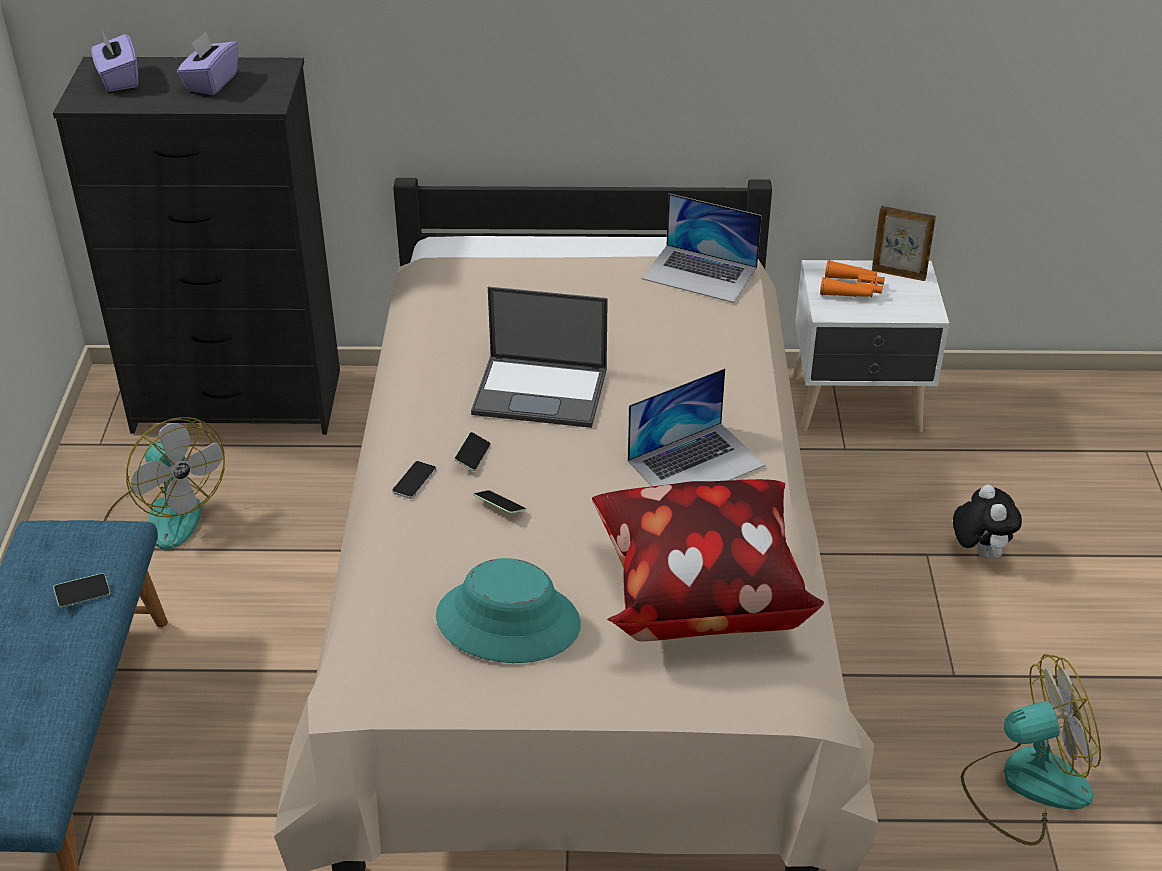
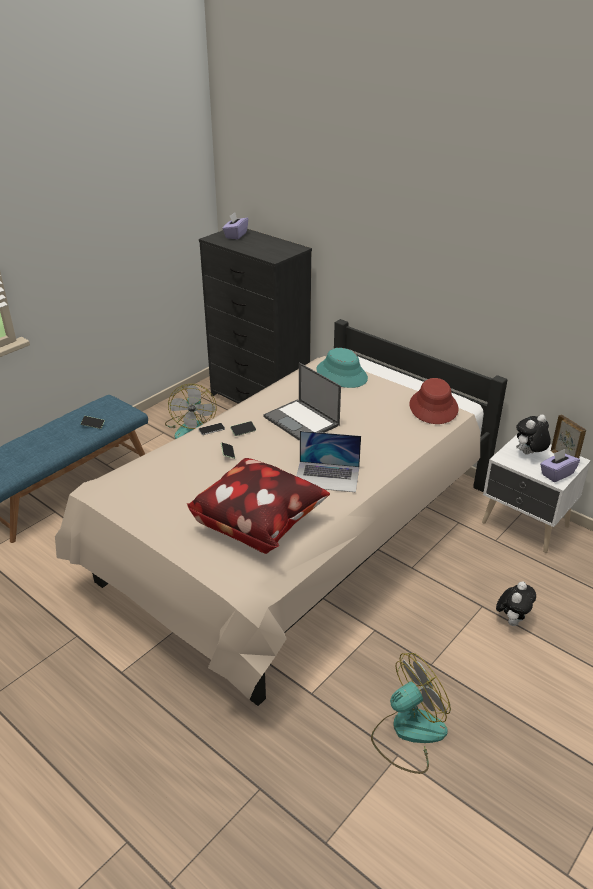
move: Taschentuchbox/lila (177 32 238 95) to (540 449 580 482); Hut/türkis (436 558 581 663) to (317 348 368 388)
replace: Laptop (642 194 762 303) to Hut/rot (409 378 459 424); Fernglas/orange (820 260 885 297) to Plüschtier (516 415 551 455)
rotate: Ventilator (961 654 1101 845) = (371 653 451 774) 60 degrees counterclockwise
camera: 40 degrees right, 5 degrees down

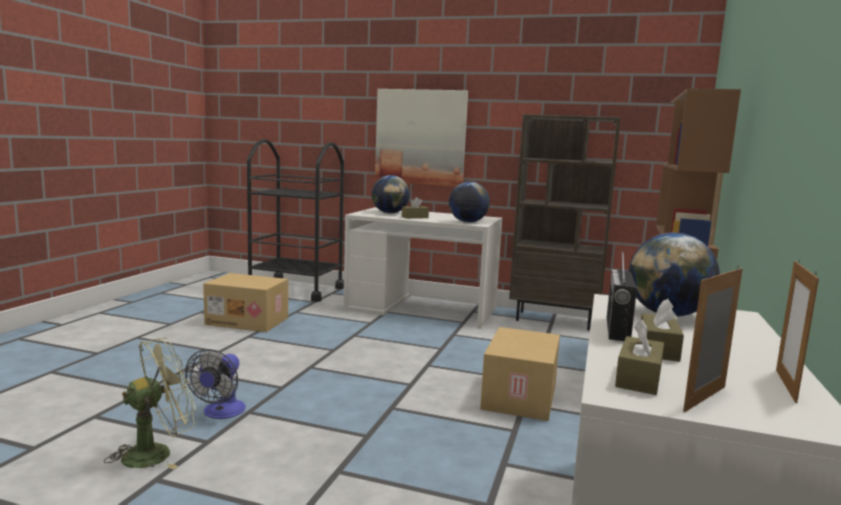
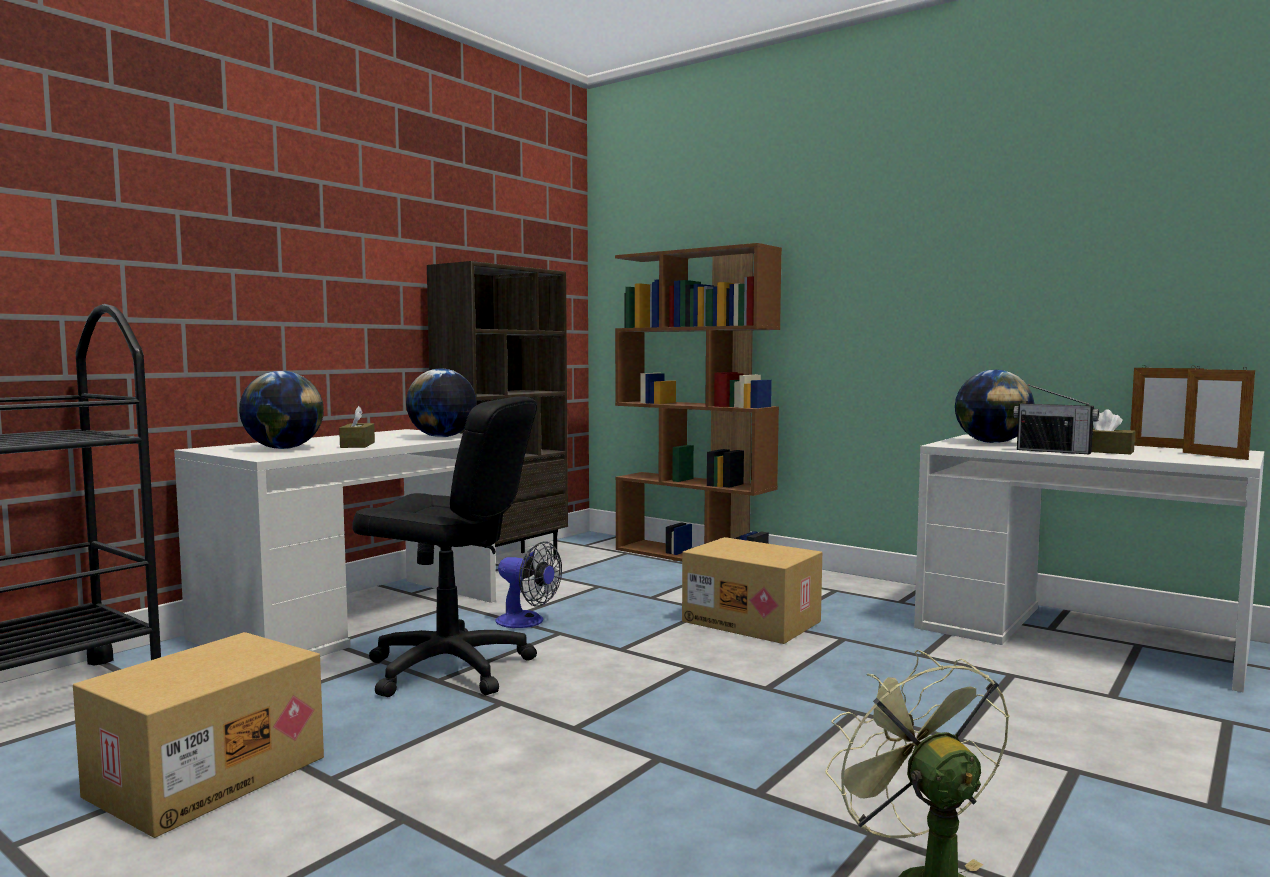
delete: Bild (375 89 468 187); Taschentuchbox/braun (615 320 664 395)
insert: Bürostuhl/schwarz (353 397 537 697)
move: Ventilator (185 349 246 419) to (495 541 562 628)
camera: 70 degrees left, 5 degrees down

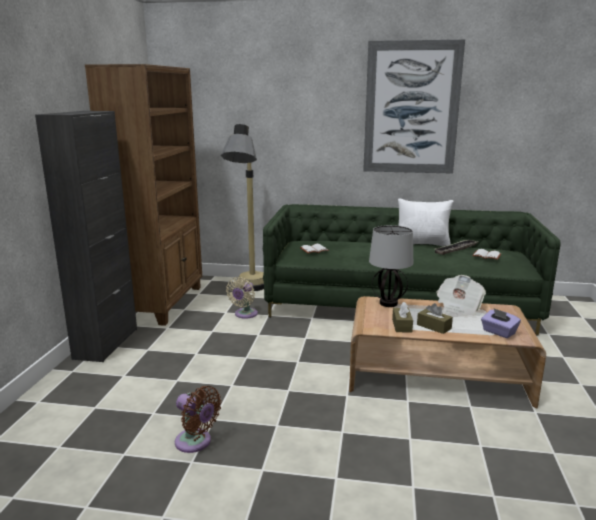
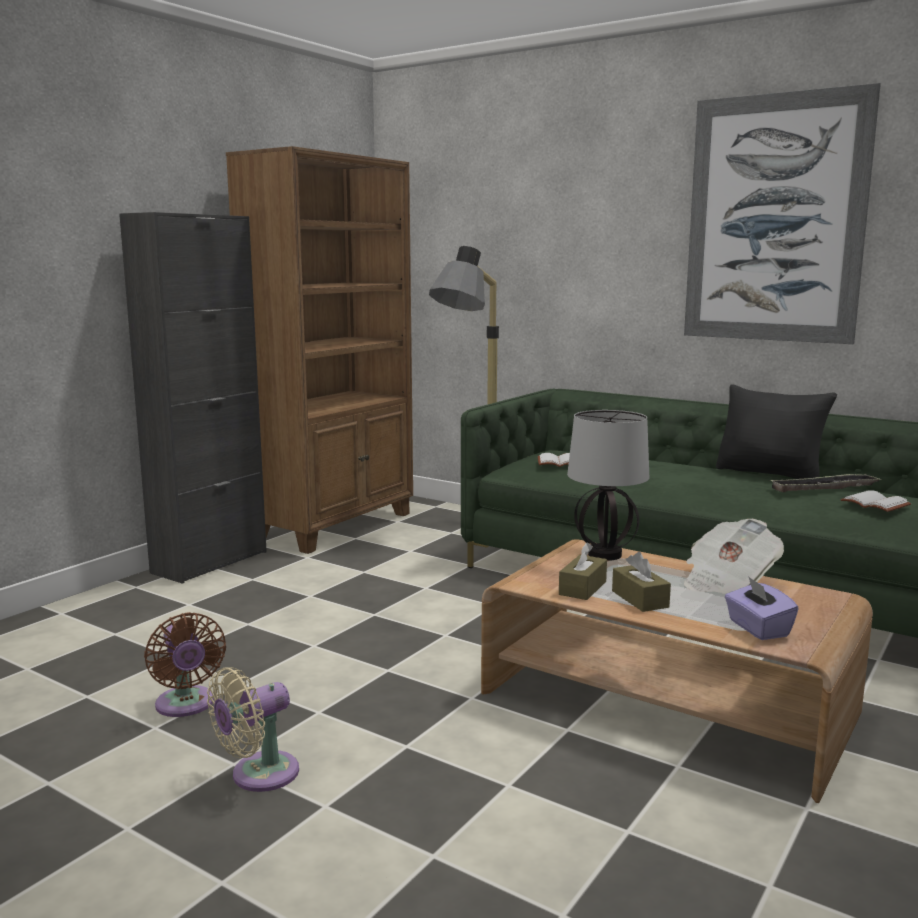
move: Ventilator/beige (226 277 258 319) to (207 667 299 792)
recolor: Kissen/weiß (398 198 453 247) to Kissen/schwarz (716 384 837 479)
camera: 25 degrees right, 5 degrees down

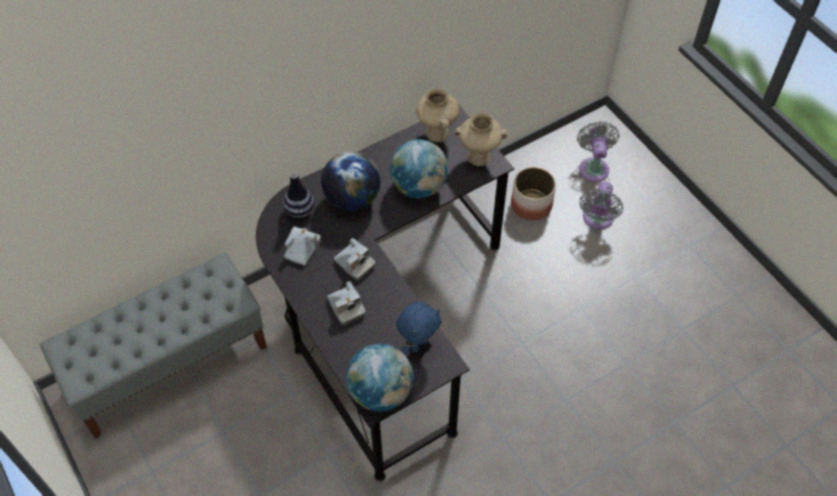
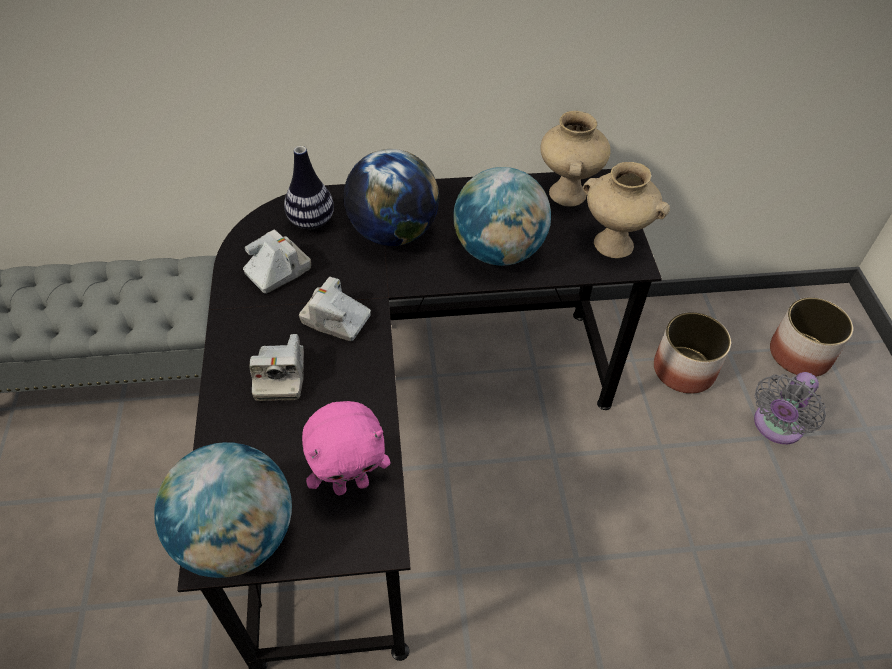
replace: Ventilator/grau (577 121 619 182) to Pflanzkübel (770 297 853 377)
recolor: Plüschtier/blau (396 301 442 354) to Plüschtier/rosa (302 401 391 495)
rotate: Kamera (334 238 376 281) = (299 277 371 341) 135 degrees clockwise
camera: 25 degrees right, 5 degrees down

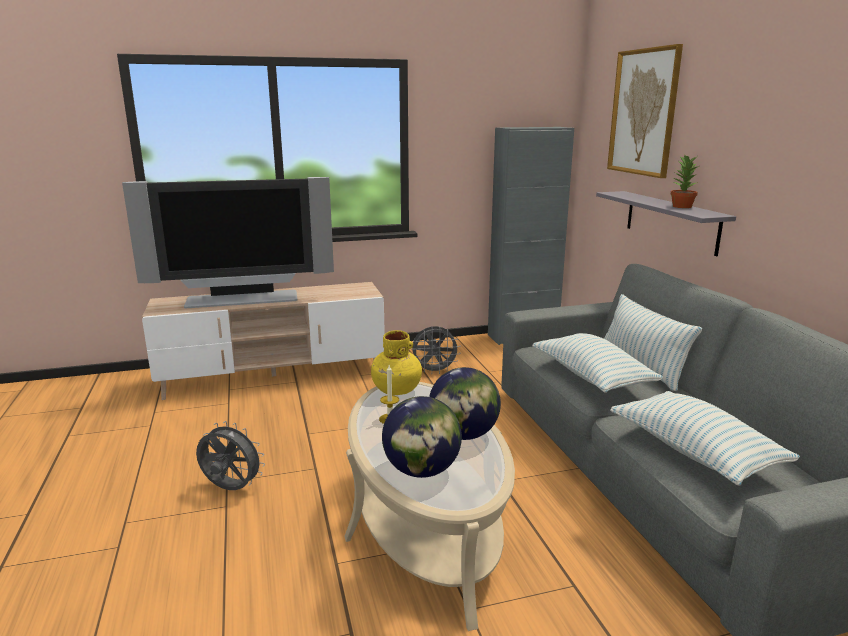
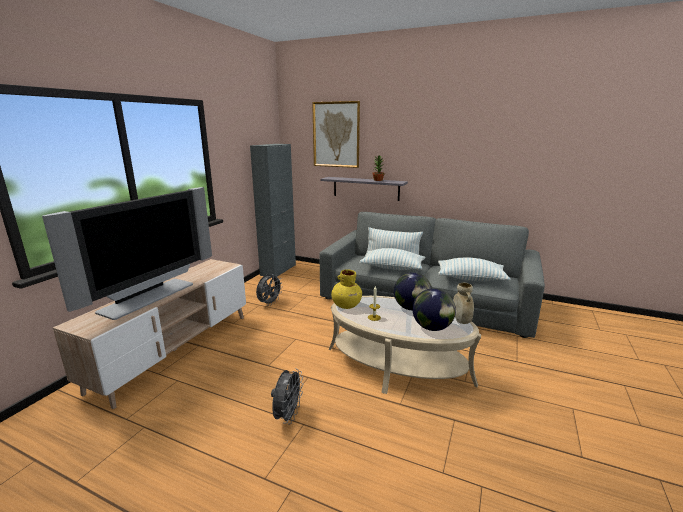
insert: Vase/beige (453 283 474 324)
rotate: Ventilator/grau (196 421 265 490) = (271 368 303 424) 135 degrees clockwise
camera: 50 degrees left, 0 degrees up

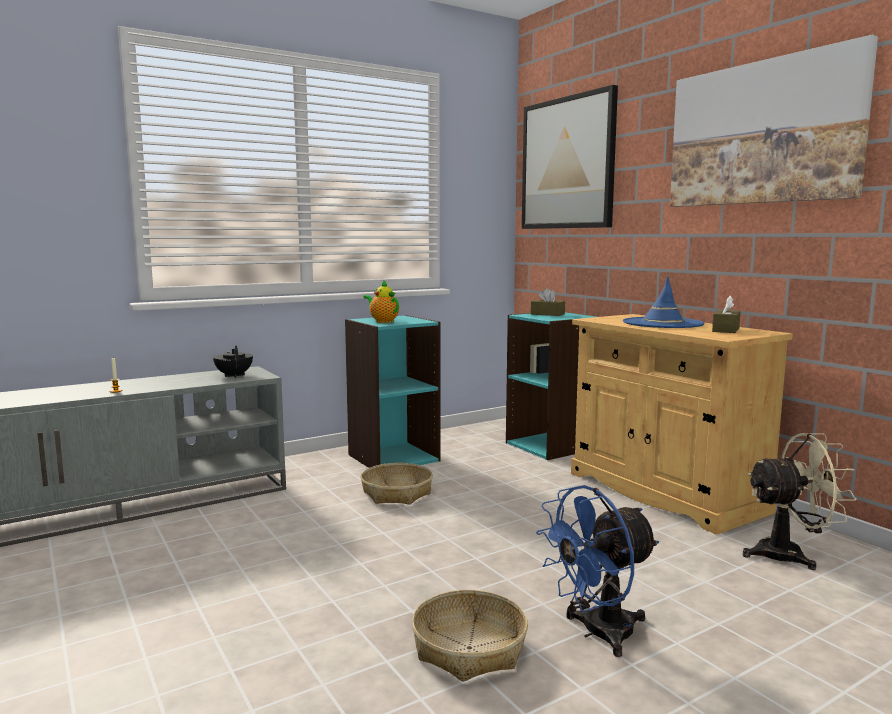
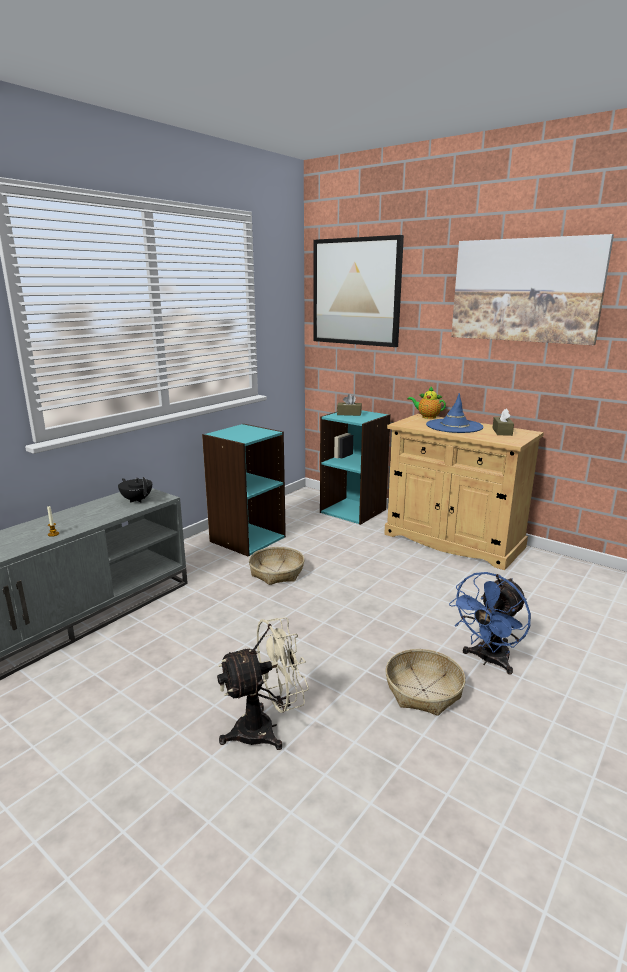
move: Teekanne (363 280 399 323) to (408 387 446 419); Ventilator/beige (743 433 857 570) to (217 617 309 750)
camera: 20 degrees left, 10 degrees up

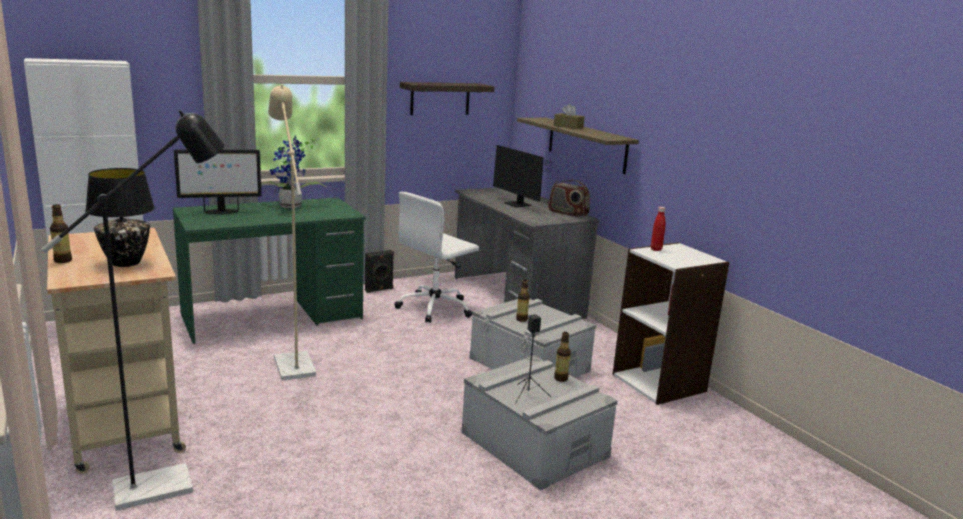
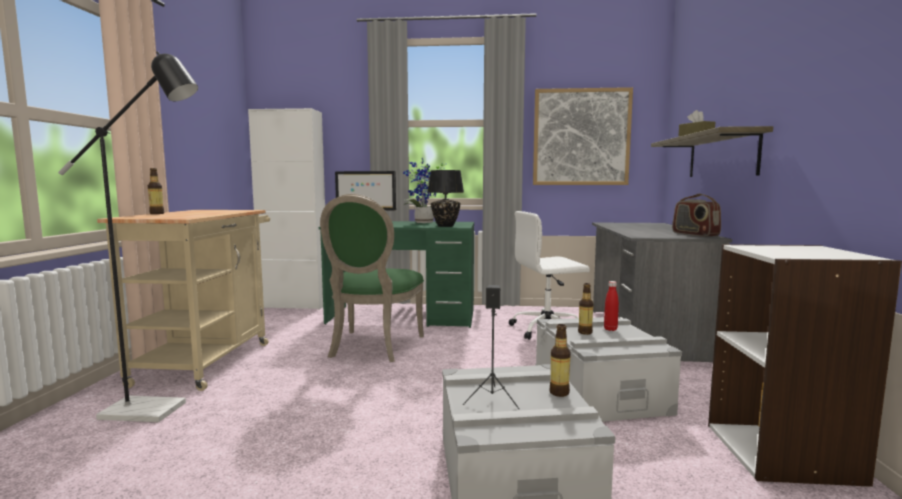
delete: Lautsprecher/schwarz (365 250 394 293); Monitor (493 145 559 208)
move: Tischlampe/schwarz (85 168 155 267) to (427 170 464 227); Flasche/rot (651 207 666 251) to (604 281 619 331)
replace: Stehlampe/beige (268 84 316 381) to Stuhl/grün (320 194 424 362); Wandregal (400 82 494 115) to Bild (533 87 633 185)
camera: 35 degrees right, 10 degrees down

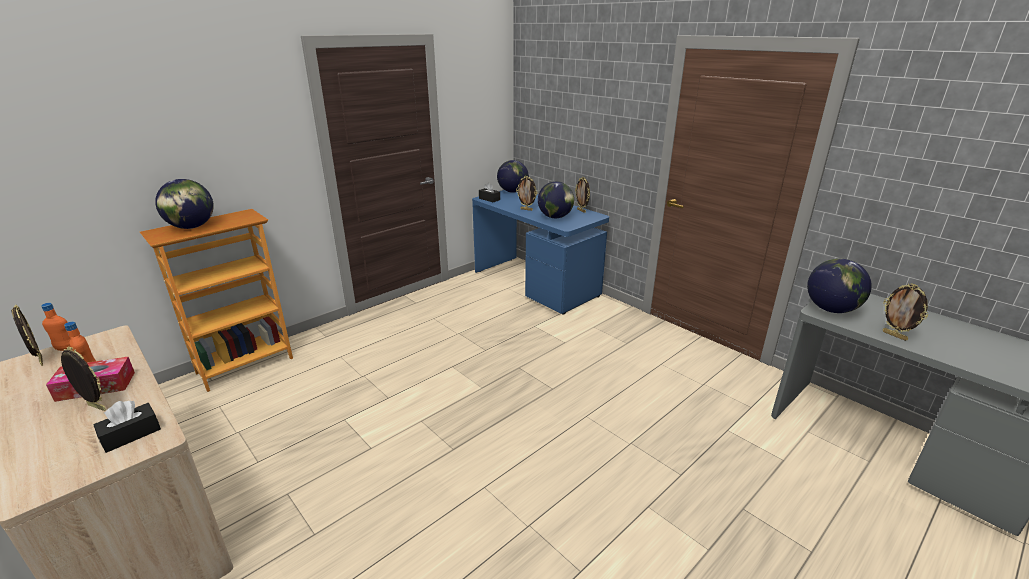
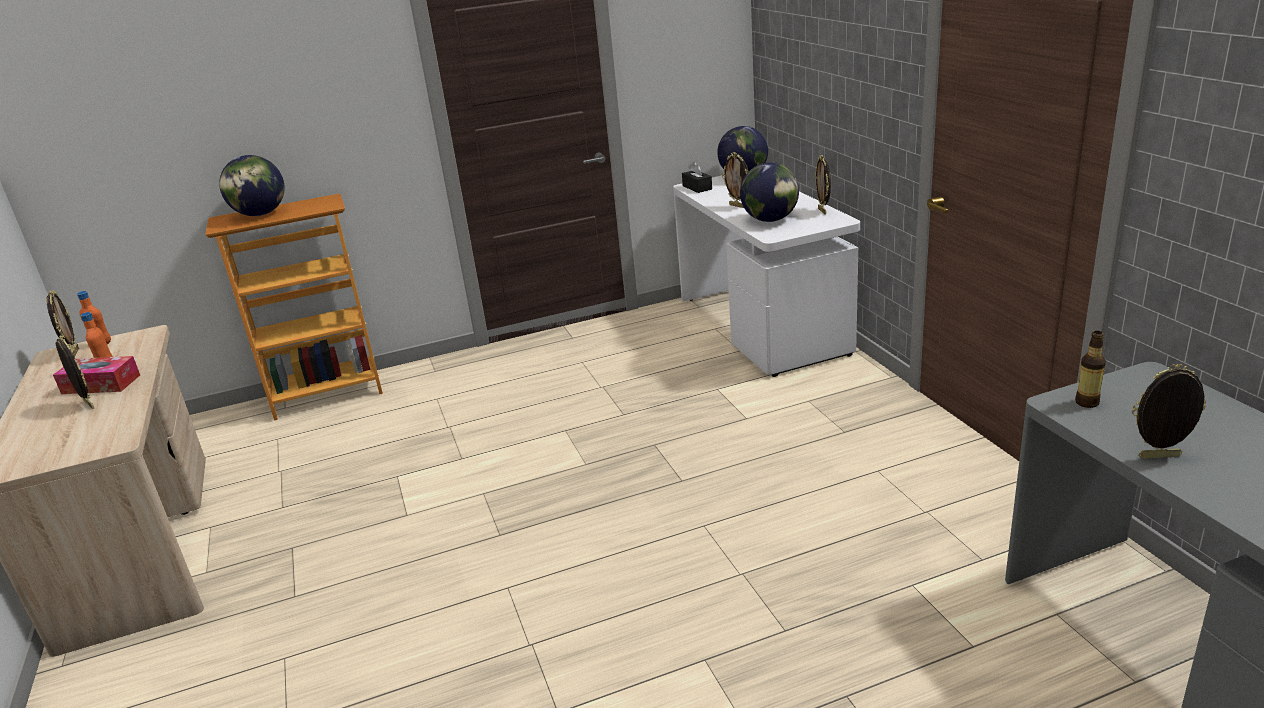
delete: Taschentuchbox/schwarz (93 401 161 453)
replace: Globus (807 259 872 313) to Flasche (1075 331 1106 408)
recolor: Schreibtisch/blau (472 190 609 315) to Schreibtisch/weiß (673 176 860 377)
rotate: Bilderrahmen (883 283 928 341) = (1132 364 1206 459) 105 degrees clockwise
camera: 25 degrees right, 0 degrees up

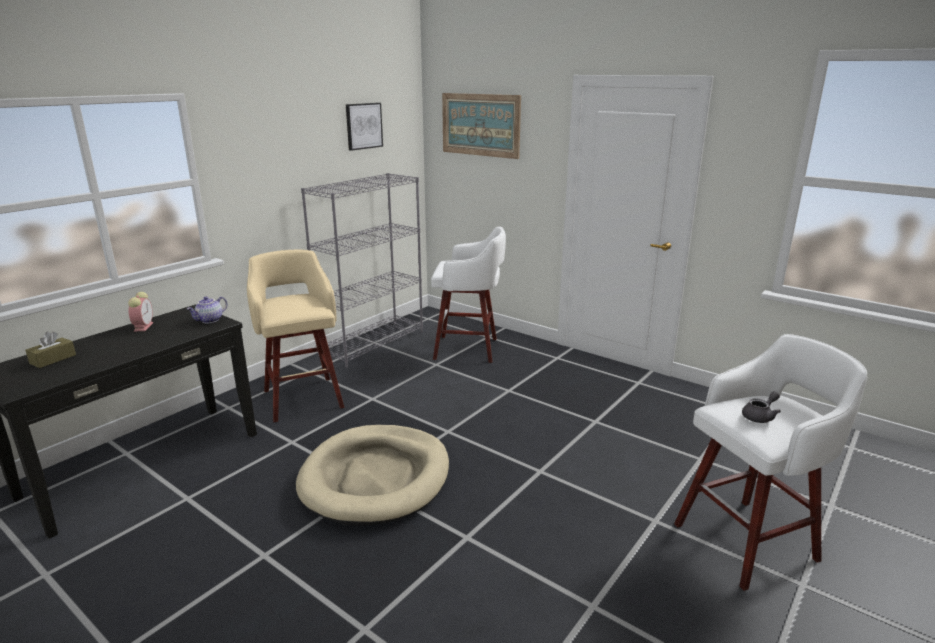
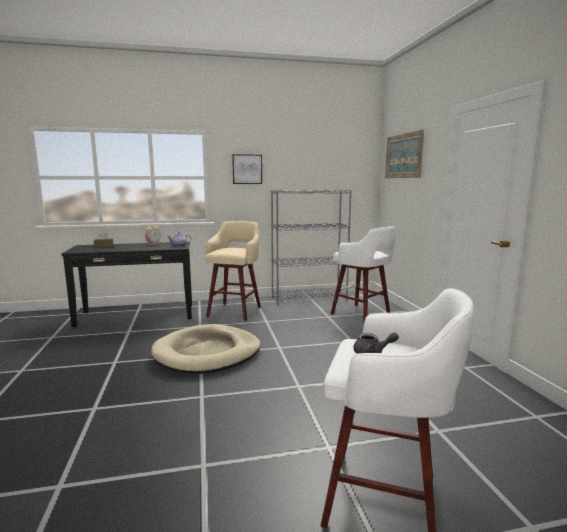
move: Bild (346 103 383 151) to (232 154 262 184)
camera: 40 degrees right, 10 degrees down

